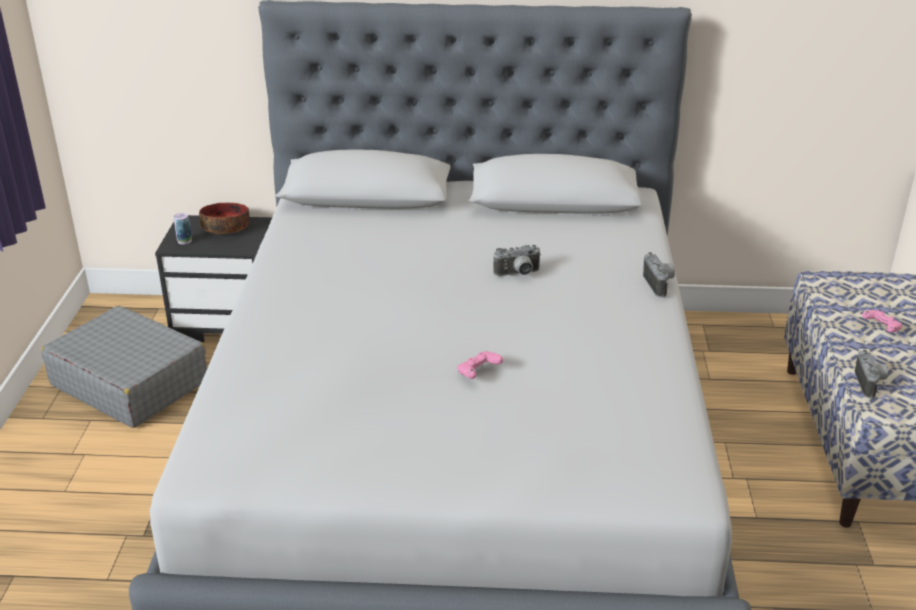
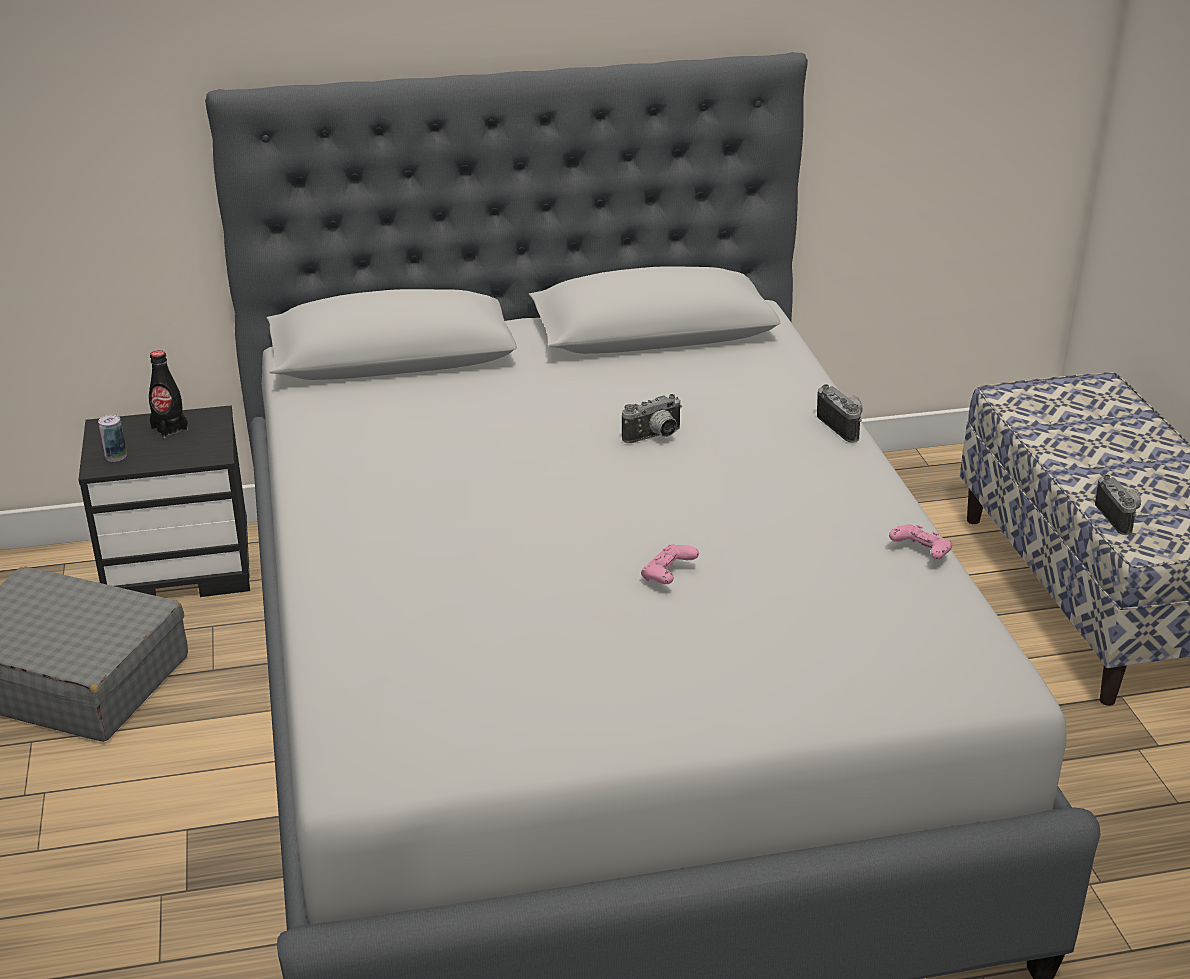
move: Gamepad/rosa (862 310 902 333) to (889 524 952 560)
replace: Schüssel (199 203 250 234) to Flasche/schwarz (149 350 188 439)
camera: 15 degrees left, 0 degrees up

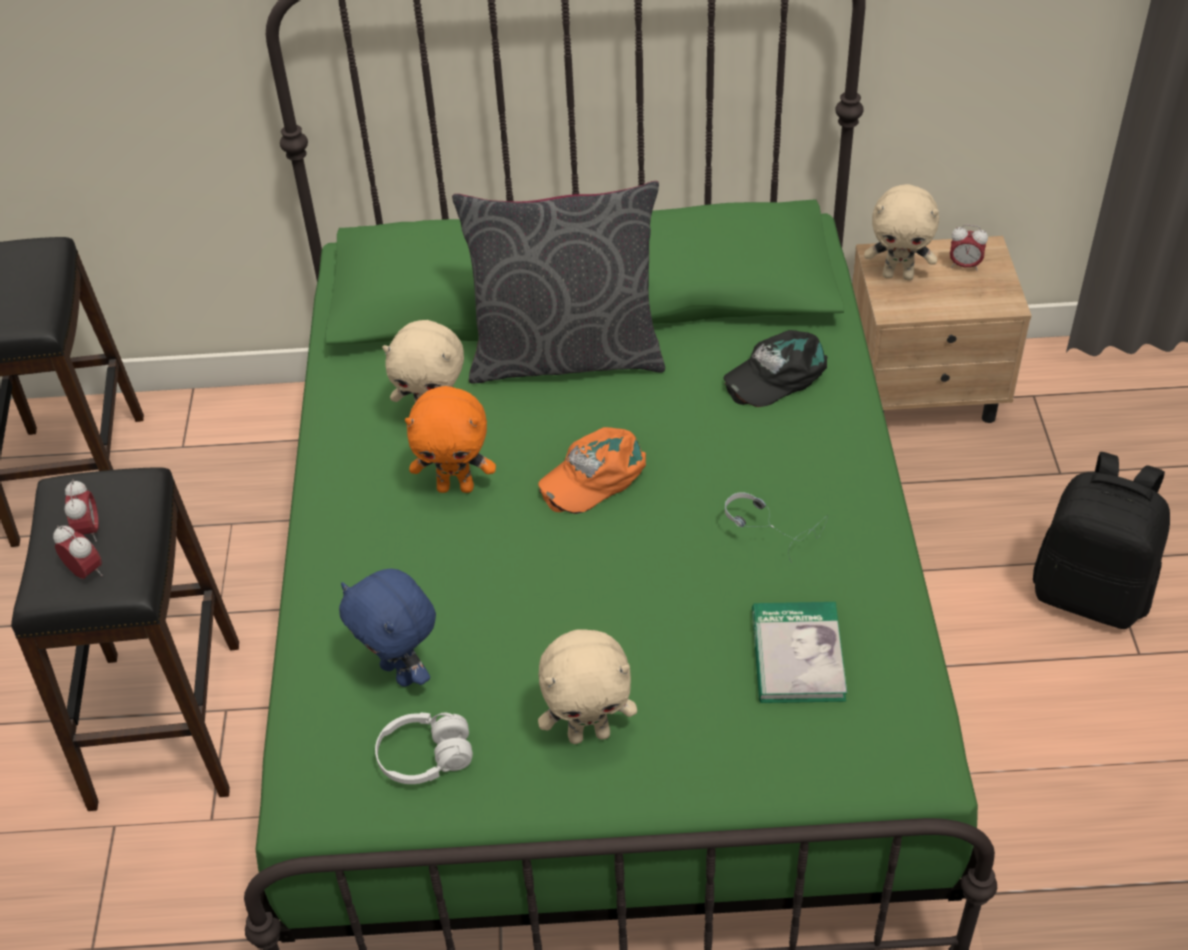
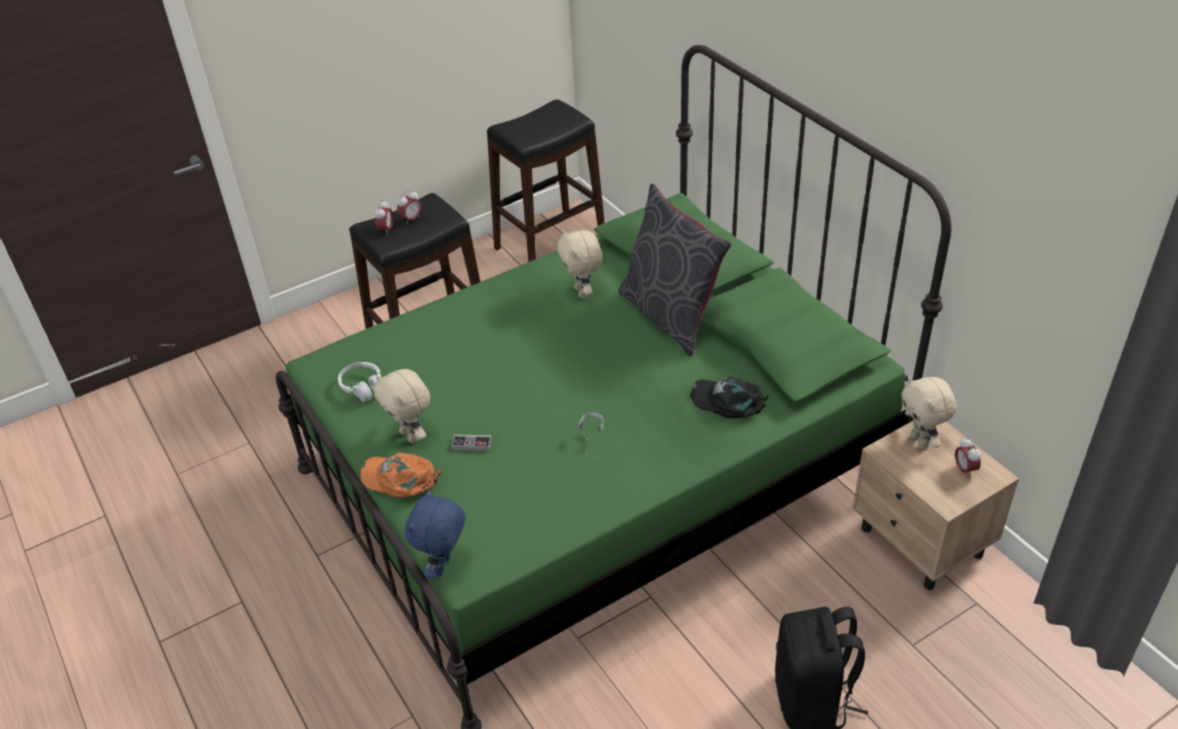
delete: Plüschtier/orange (405 386 496 493); Buch (752 602 847 703)
insert: Gamepad (451 434 492 451)
move: Plüschtier/blau (339 569 436 687) to (405 489 465 579); Kappe/orange (538 427 646 514) to (360 453 442 498)
camera: 60 degrees right, 5 degrees down

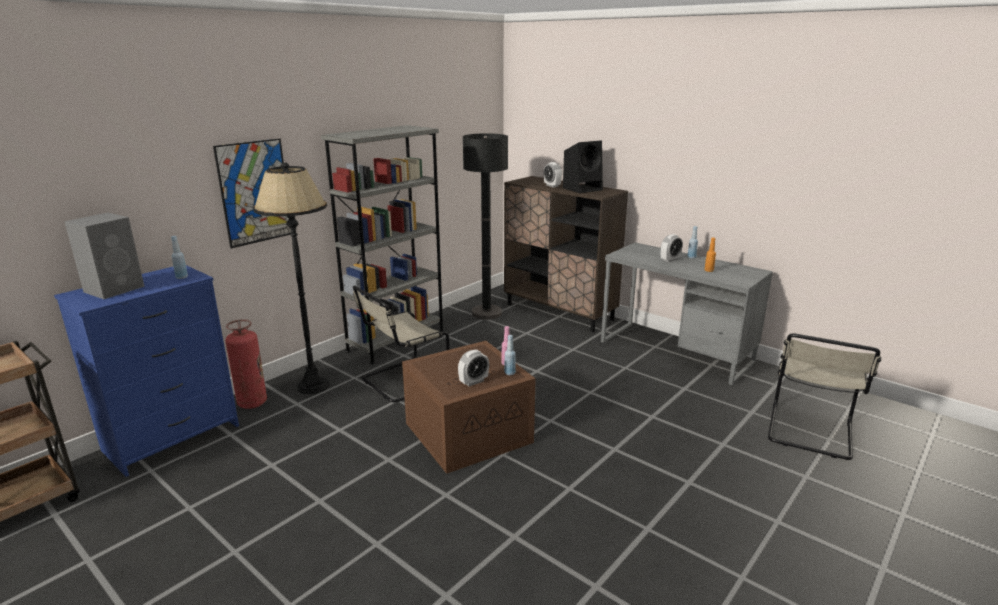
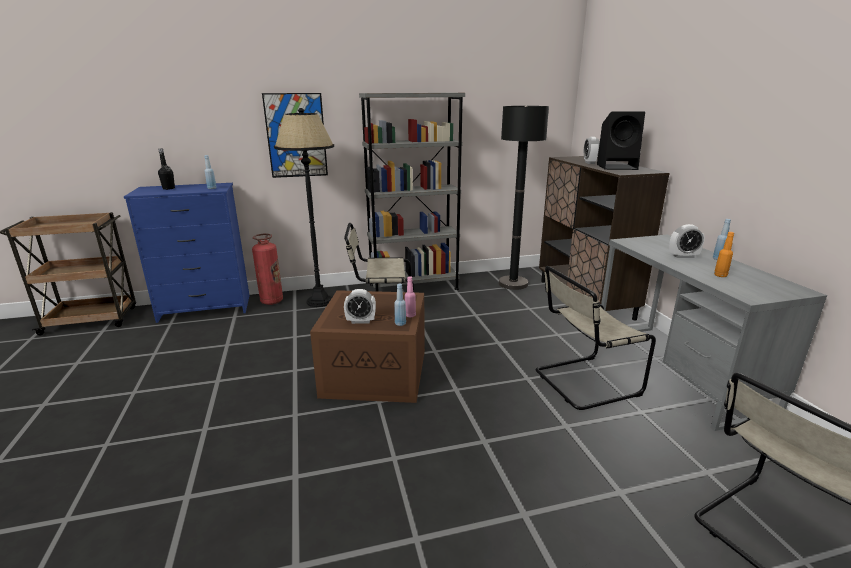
insert: Stuhl/beige (536 266 656 410)
replace: Lautsprecher/grau (64 213 145 299) to Flasche/schwarz (158 149 175 190)
camera: 35 degrees right, 0 degrees up

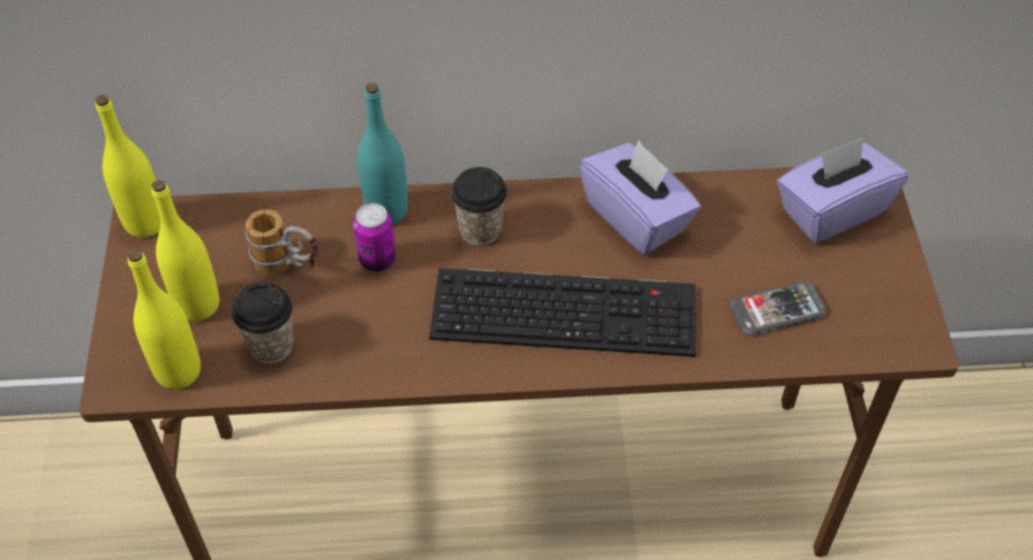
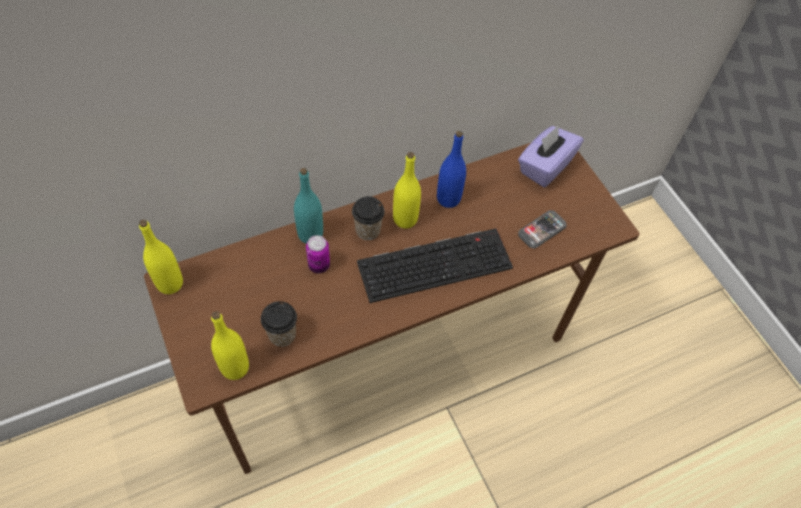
delete: Henkelbecher (245 209 319 274)
move: Flasche/gelb (152 180 219 322) to (393 152 421 228)
replace: Taschentuchbox/lila (579 139 701 255) to Flasche/blau (437 131 466 208)
camera: 25 degrees left, 5 degrees up

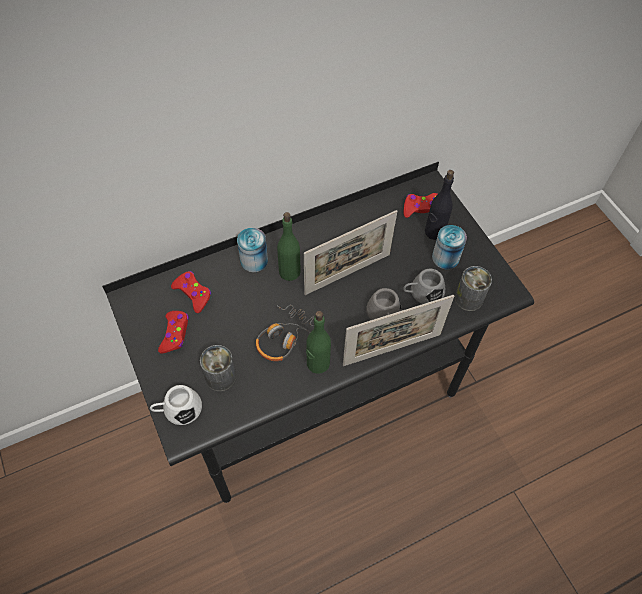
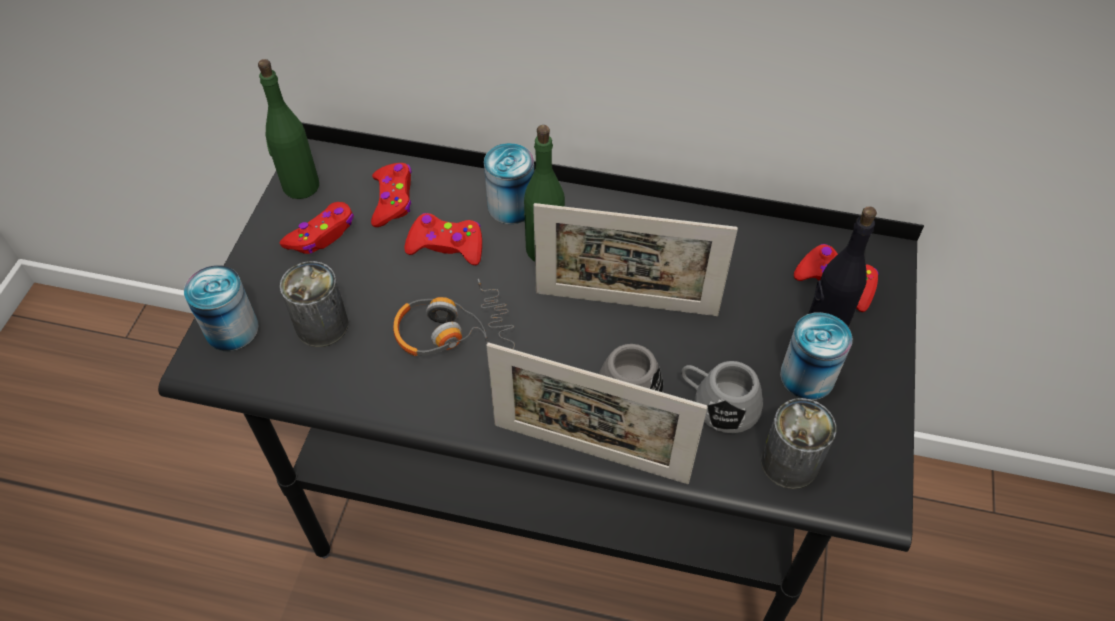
insert: Gamepad/rot (404 213 482 265)
move: Flasche/grün (306 311 331 374) to (258 59 319 199)
replace: Henkelbecher/weiß (150 385 202 425) to Dose (184 265 259 351)
camera: 40 degrees right, 5 degrees down

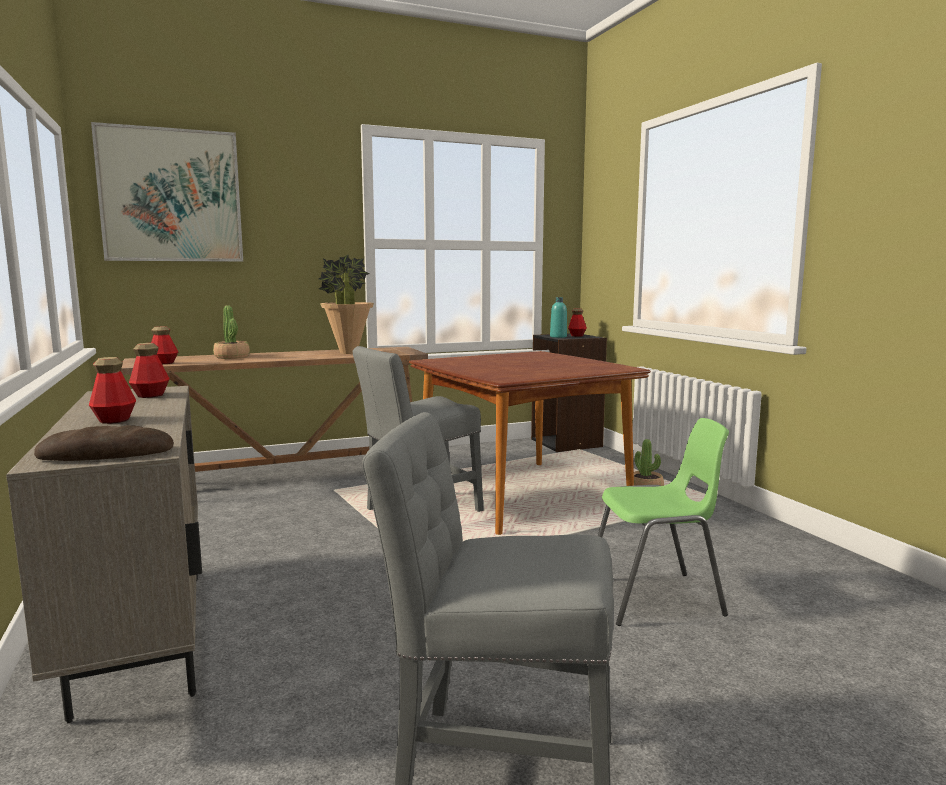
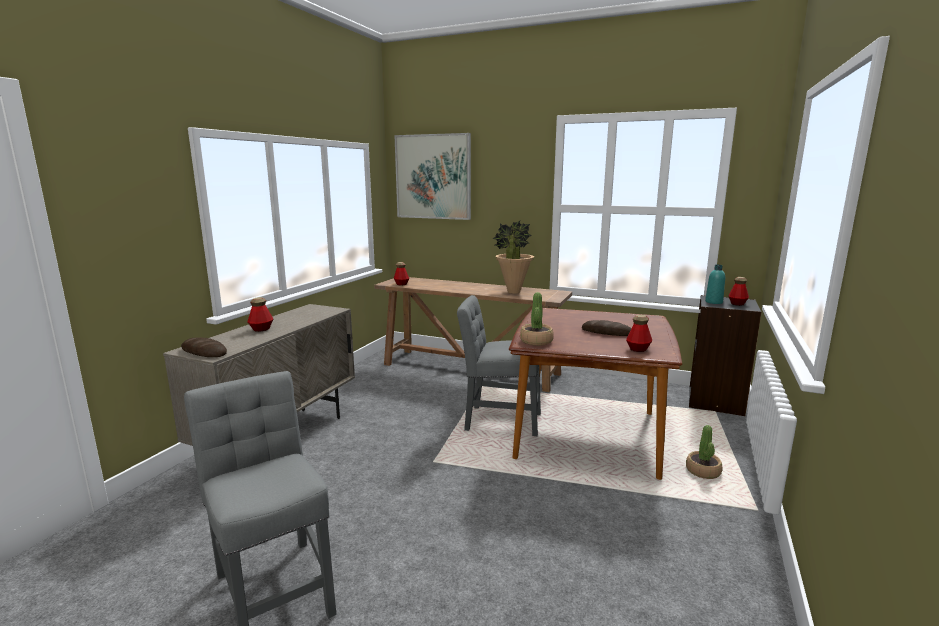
delete: Stuhl/grün (598 418 729 626)
insert: Brot (582 320 631 336)
move: Flasche (129 343 169 398) to (626 315 652 352); Topfpflanze (213 306 250 359) to (520 292 554 346)
camera: 45 degrees right, 5 degrees up

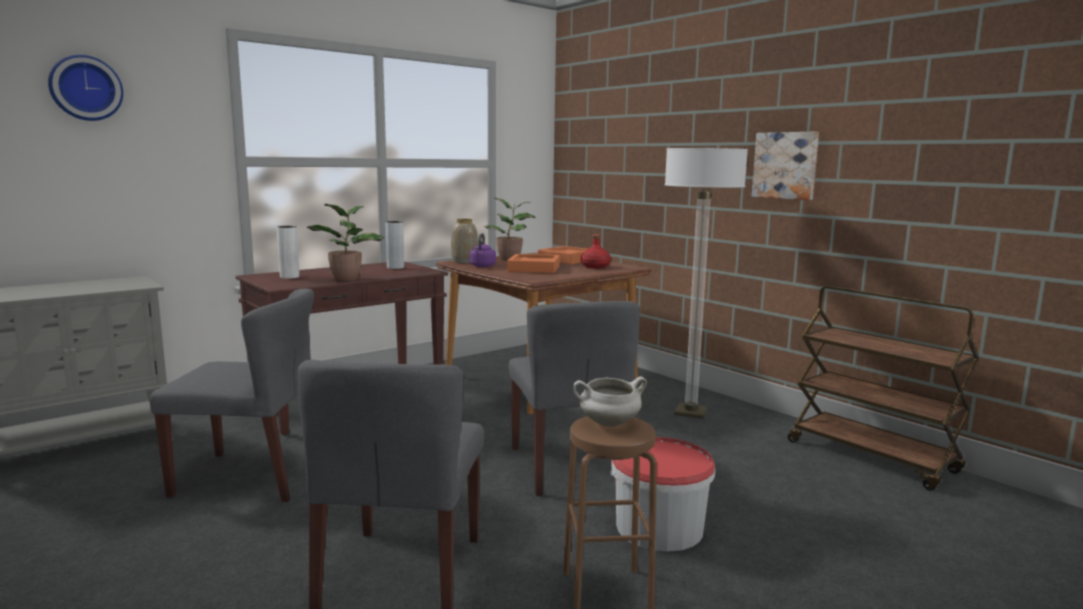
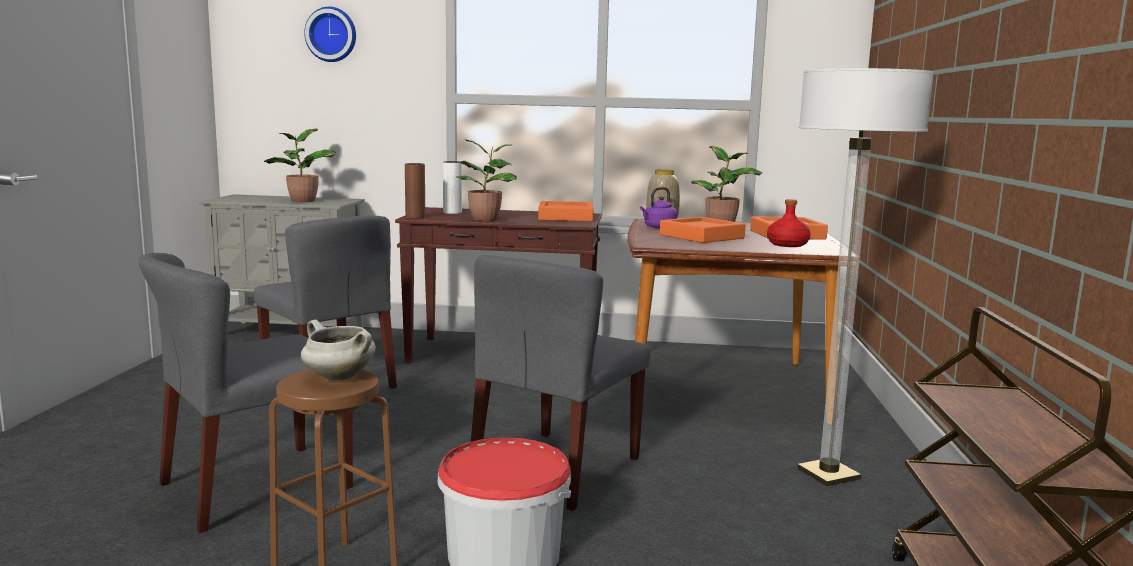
delete: Bild (752 132 819 200)
insert: Topfpflanze (264 129 337 202); Vase/braun (405 163 425 219)
replace: Vase/grau (385 221 404 269) to Tablett/orange (538 201 594 222)
camera: 45 degrees right, 0 degrees up

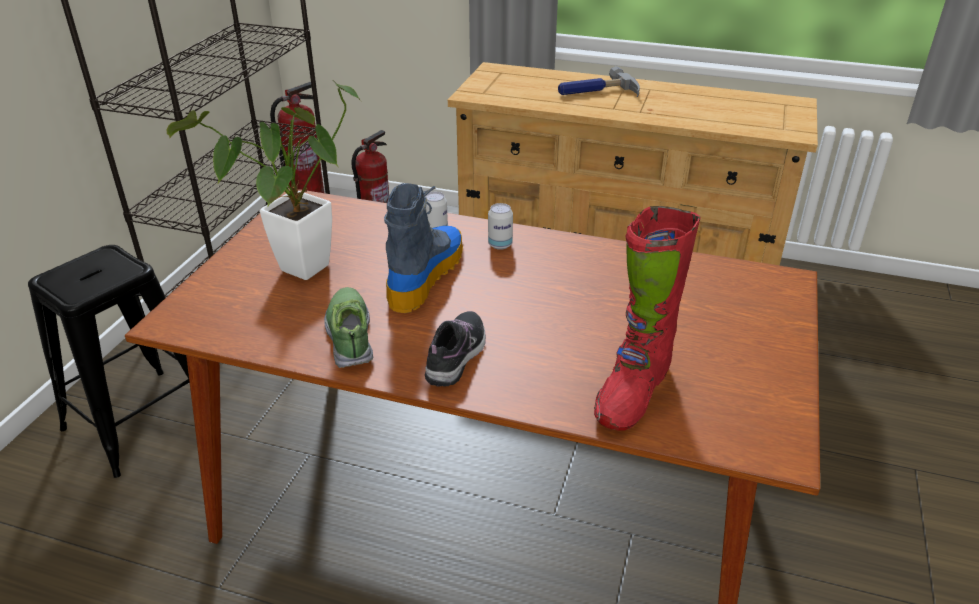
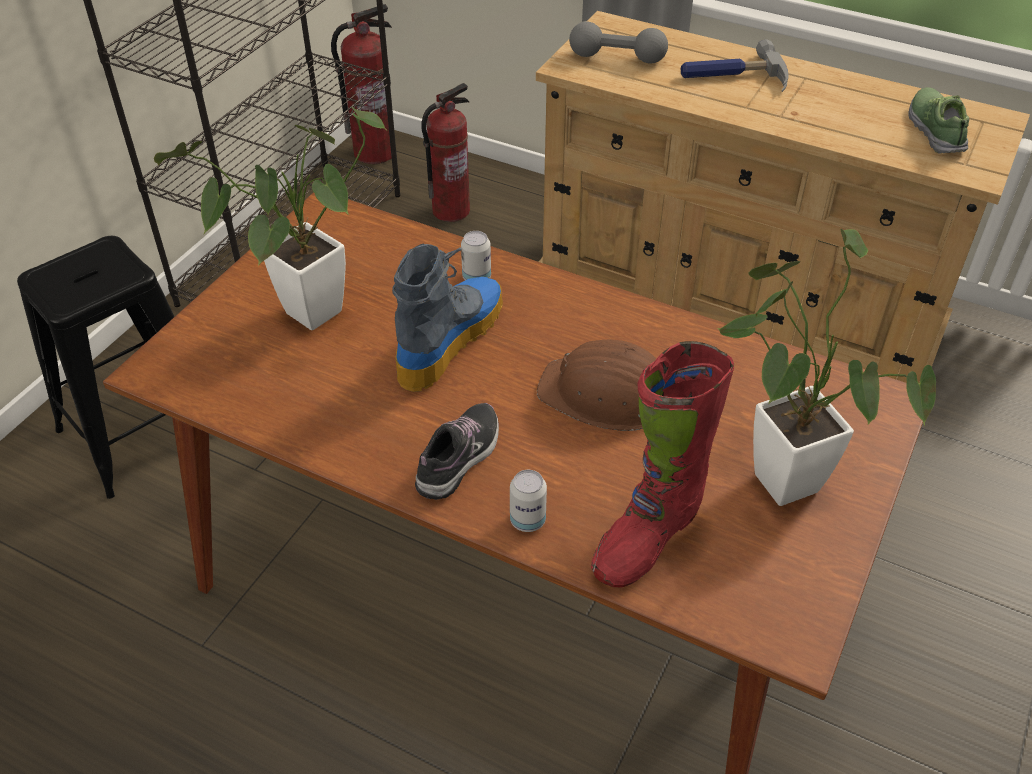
insert: Schutzhelm/braun (537 340 656 431); Hantel/grau (569 22 668 63); Topfpflanze (717 229 936 506)
move: Schuh (324 287 373 368) to (908 87 969 154); Dose (488 203 513 250) to (510 470 547 532)
camera: 10 degrees right, 10 degrees up

